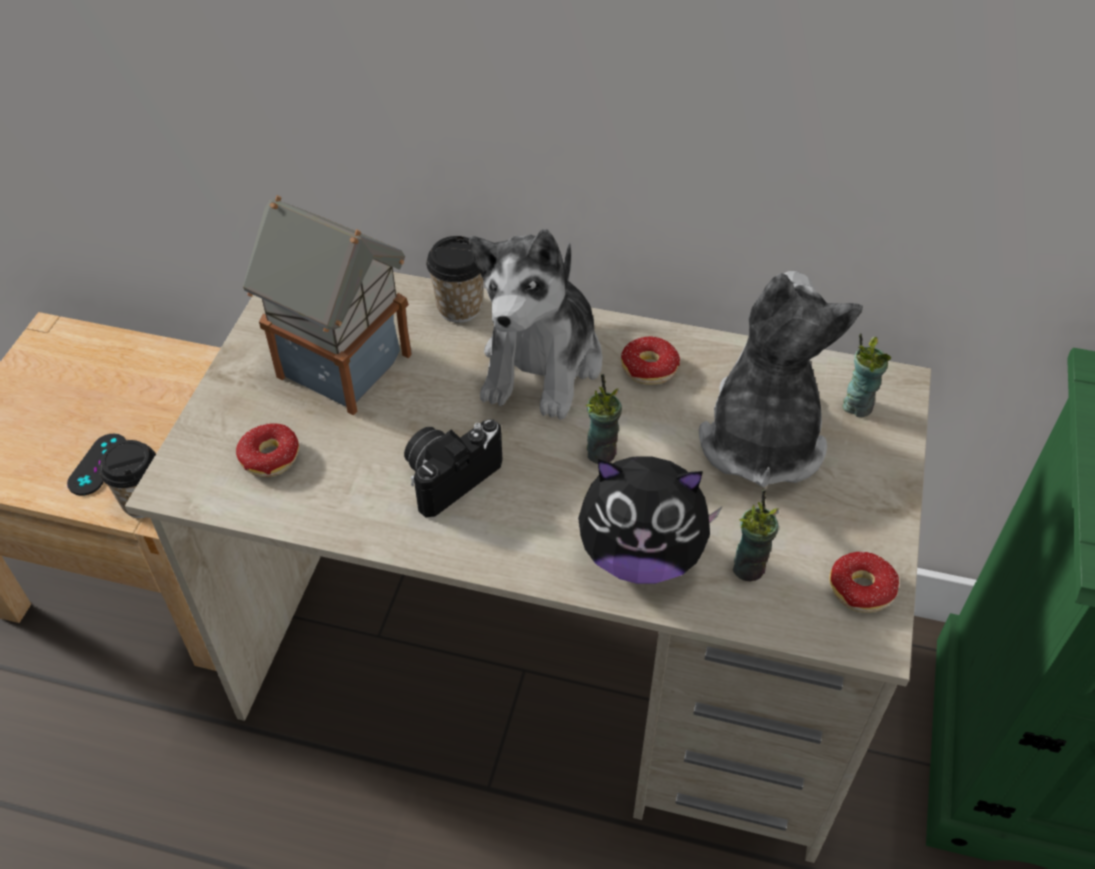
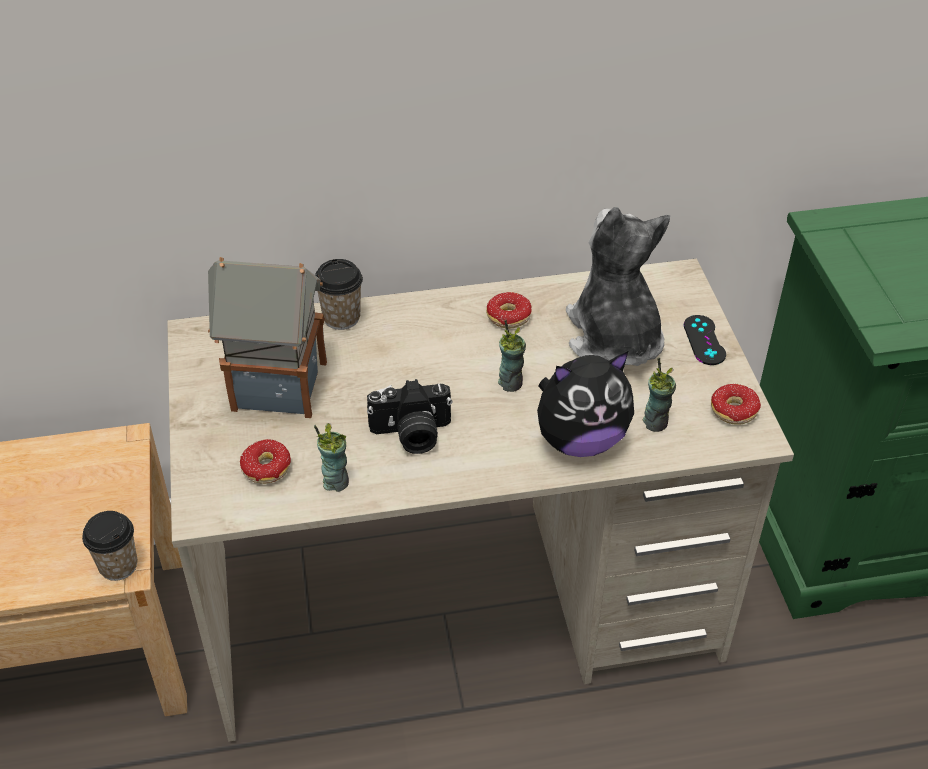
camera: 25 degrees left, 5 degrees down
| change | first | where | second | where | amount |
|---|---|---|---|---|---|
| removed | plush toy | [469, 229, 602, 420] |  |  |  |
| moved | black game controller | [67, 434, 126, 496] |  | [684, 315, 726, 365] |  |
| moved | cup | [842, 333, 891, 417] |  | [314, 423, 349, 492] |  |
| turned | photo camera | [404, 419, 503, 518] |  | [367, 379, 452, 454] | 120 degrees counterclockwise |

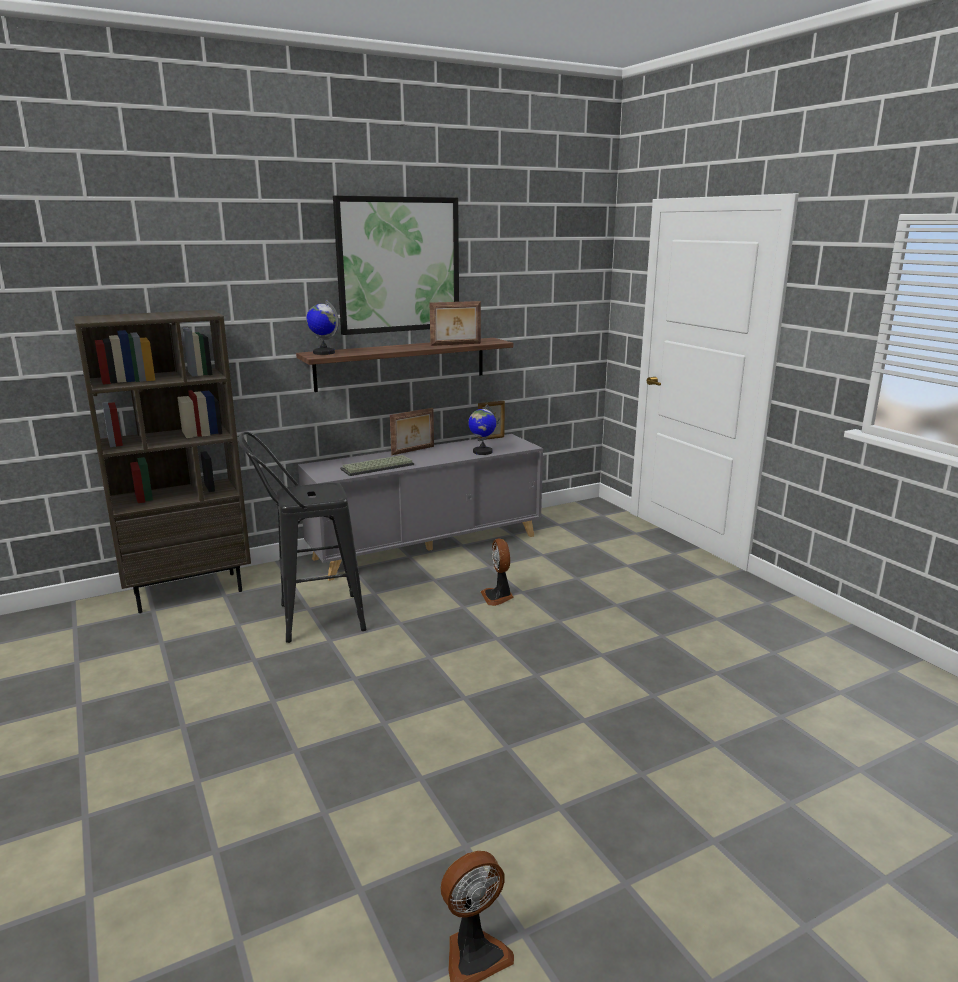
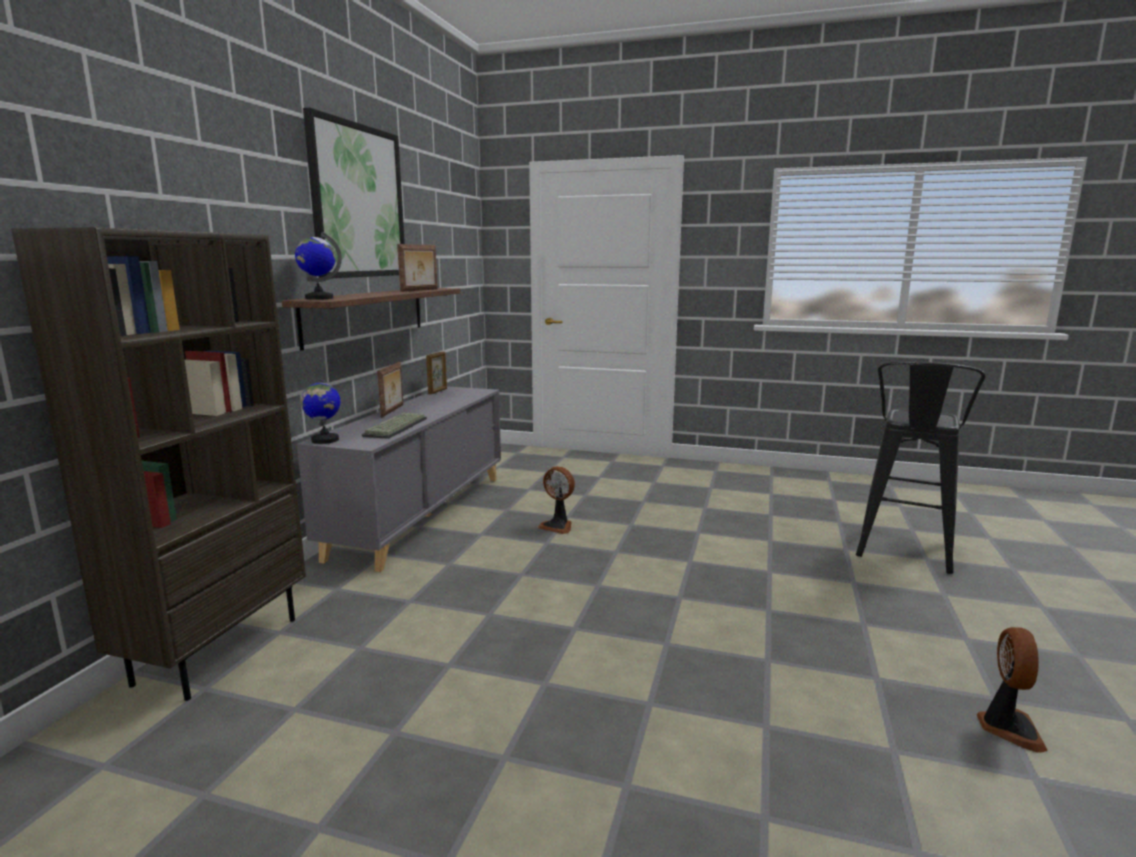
camera: 45 degrees left, 5 degrees down
| change | first | where | second | where | amount |
|---|---|---|---|---|---|
| moved | black stool | [239, 432, 367, 643] |  | [856, 361, 985, 574] |  |
| moved | globe | [468, 405, 496, 455] |  | [301, 377, 340, 444] |  |

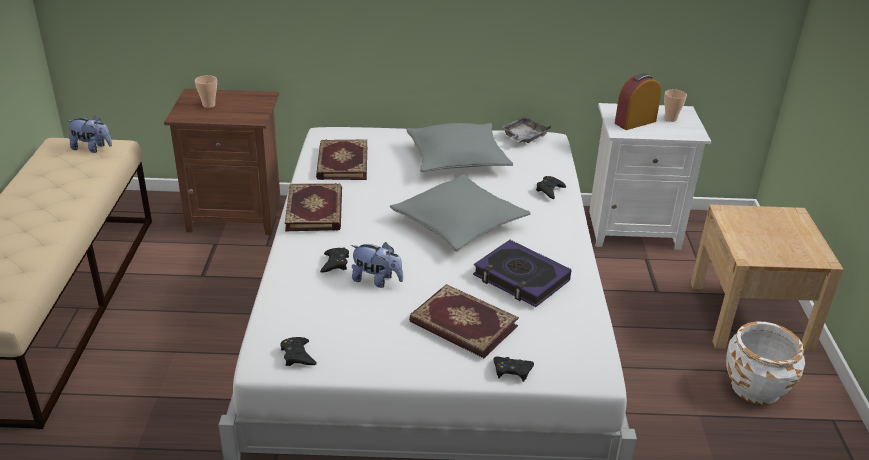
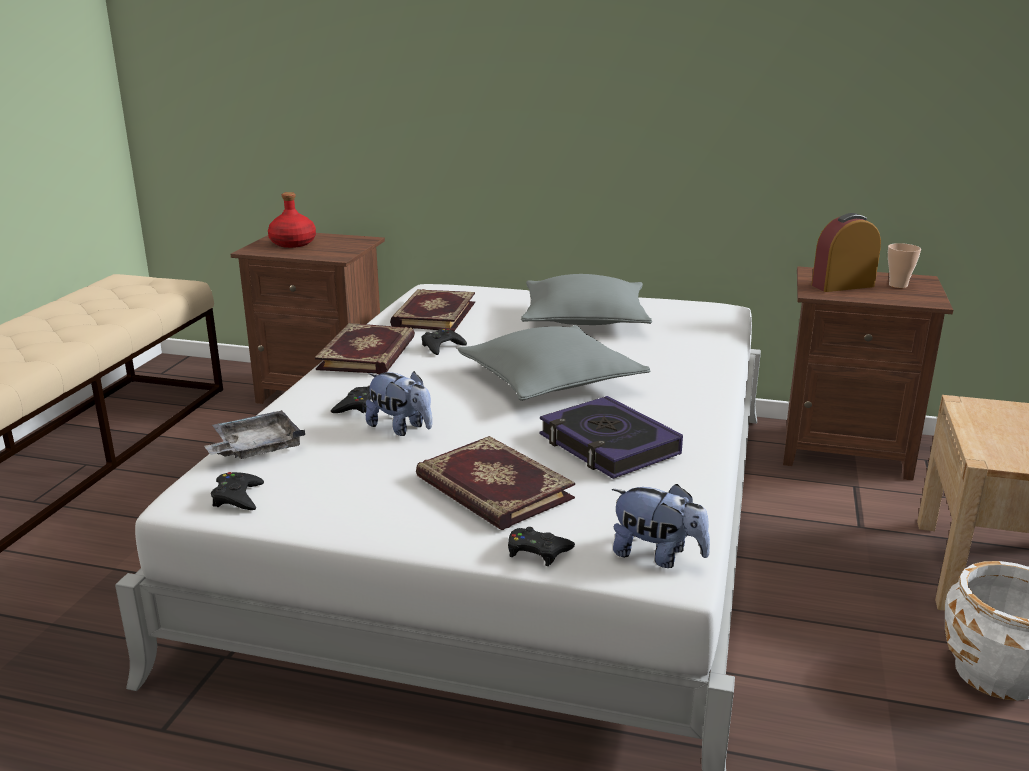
camera: 15 degrees right, 10 degrees down
| change | first | where | second | where | amount |
|---|---|---|---|---|---|
| moved | plush toy | [66, 115, 112, 153] |  | [612, 484, 710, 568] |  |
| moved | grey tray | [500, 117, 551, 143] |  | [204, 410, 305, 459] |  |
| moved | black game controller | [536, 176, 566, 199] |  | [421, 329, 467, 355] |  |
| replaced | cup | [195, 75, 217, 108] | red bottle | [268, 192, 316, 248] |  |
| recoloured | white nightstand | [589, 103, 711, 250] | brown nightstand | [783, 266, 953, 480] |  |

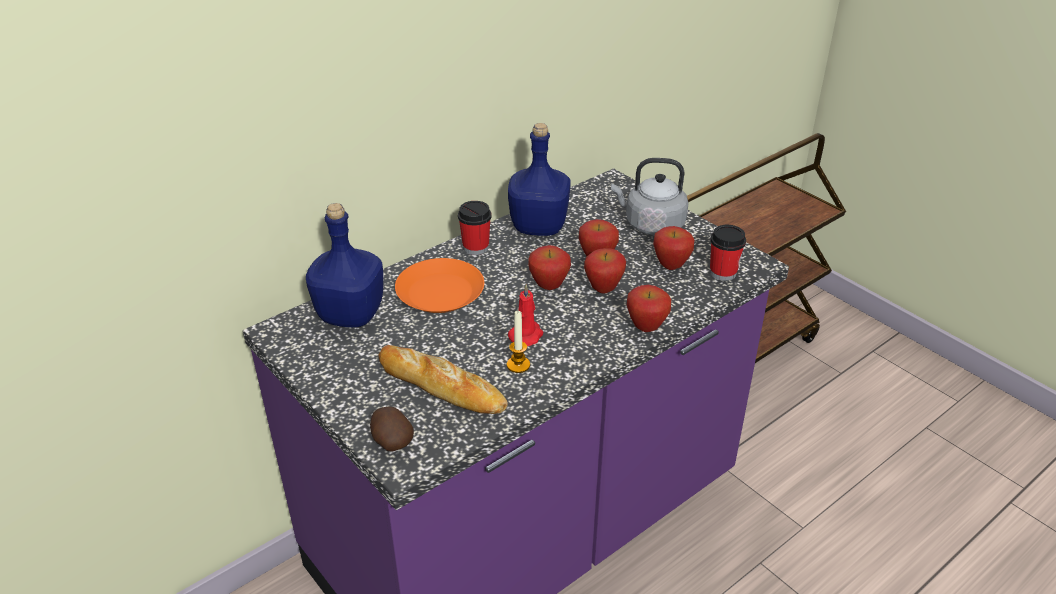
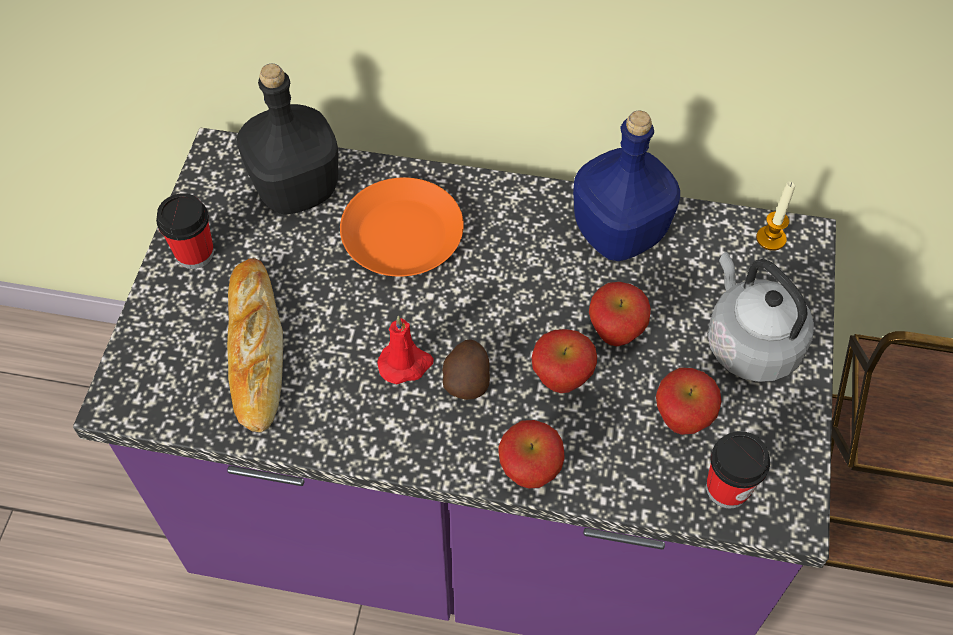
camera: 50 degrees right, 20 degrees up
| change | first | where | second | where | amount |
|---|---|---|---|---|---|
| removed | apple | [528, 245, 571, 290] |  |  |  |
| moved | potato | [370, 406, 414, 452] |  | [442, 339, 490, 400] |  |
| moved | cup | [458, 201, 491, 255] |  | [156, 193, 214, 269] |  |
| moved | candle | [507, 311, 530, 373] |  | [756, 182, 795, 251] |  |
| recoloured | blue bottle | [306, 203, 383, 327] | black bottle | [237, 64, 338, 215] |  |

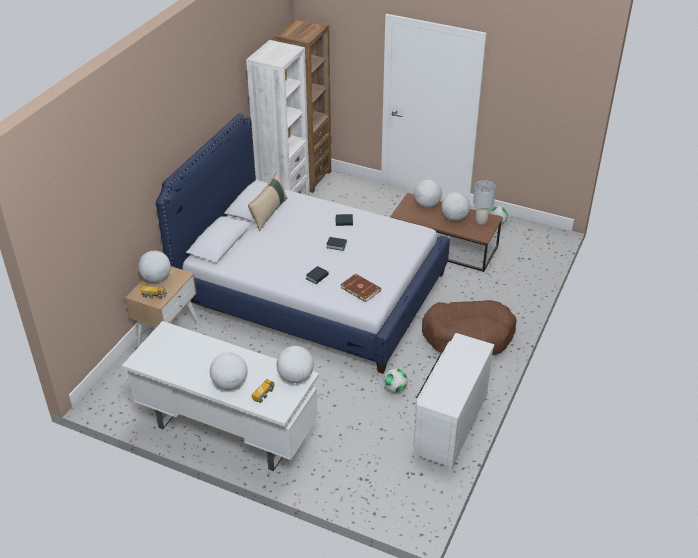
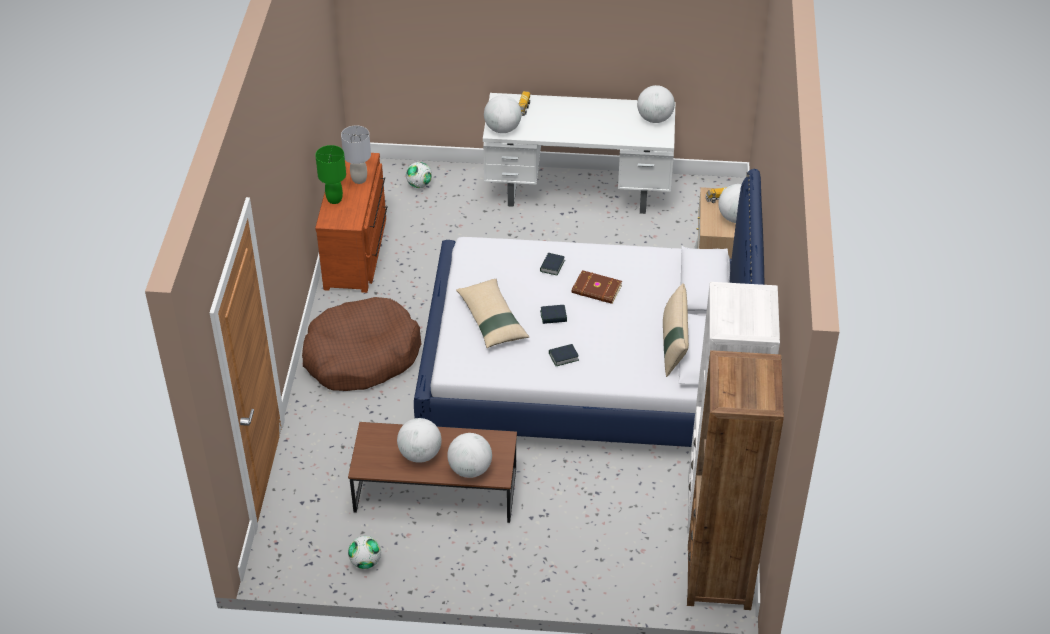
camera: 160 degrees right, 5 degrees up
| change | first | where | second | where | amount |
|---|---|---|---|---|---|
| added |  |  | green table lamp | [315, 145, 346, 204] |  |
| added |  |  | beige pillow | [456, 279, 530, 348] |  |
| moved | globe | [210, 352, 248, 390] |  | [637, 85, 675, 123] |  |
| moved | brown book | [340, 273, 381, 302] |  | [572, 270, 622, 304] |  |
| moved | football | [383, 368, 408, 393] |  | [406, 162, 432, 188] |  |
| moved | grey table lamp | [473, 180, 496, 225] |  | [341, 125, 371, 184] |  |
| recoloured | white dresser | [414, 333, 494, 470] | brown dresser | [315, 153, 388, 293] |  |

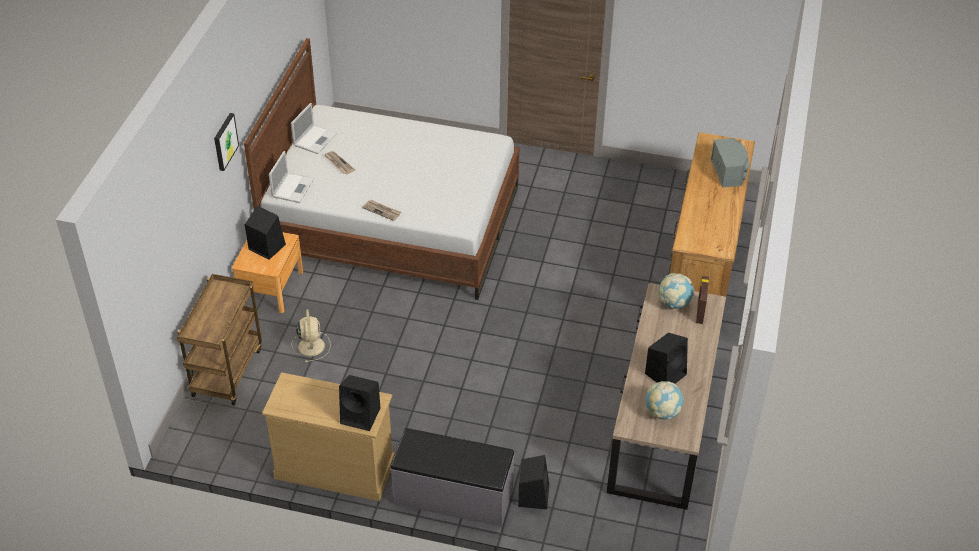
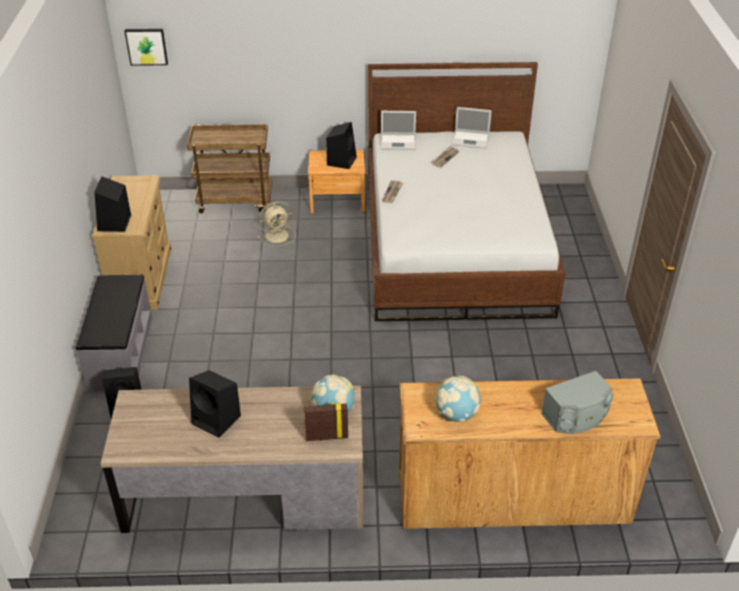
camera: 75 degrees right, 5 degrees down
| change | first | where | second | where | amount |
|---|---|---|---|---|---|
| moved | picture | [214, 113, 239, 171] |  | [125, 29, 168, 66] |  |
| moved | globe | [645, 381, 684, 419] |  | [435, 376, 481, 422] |  |

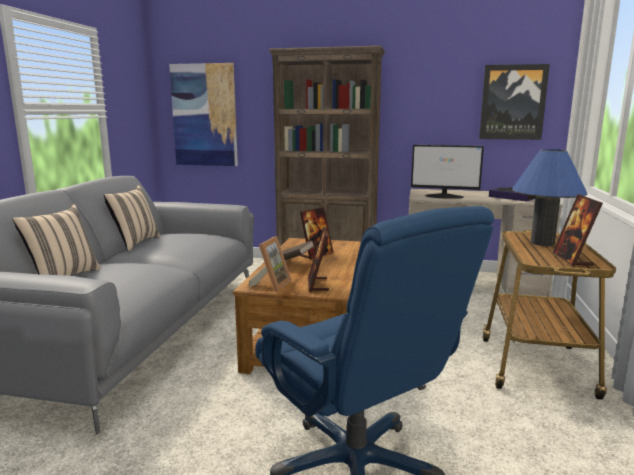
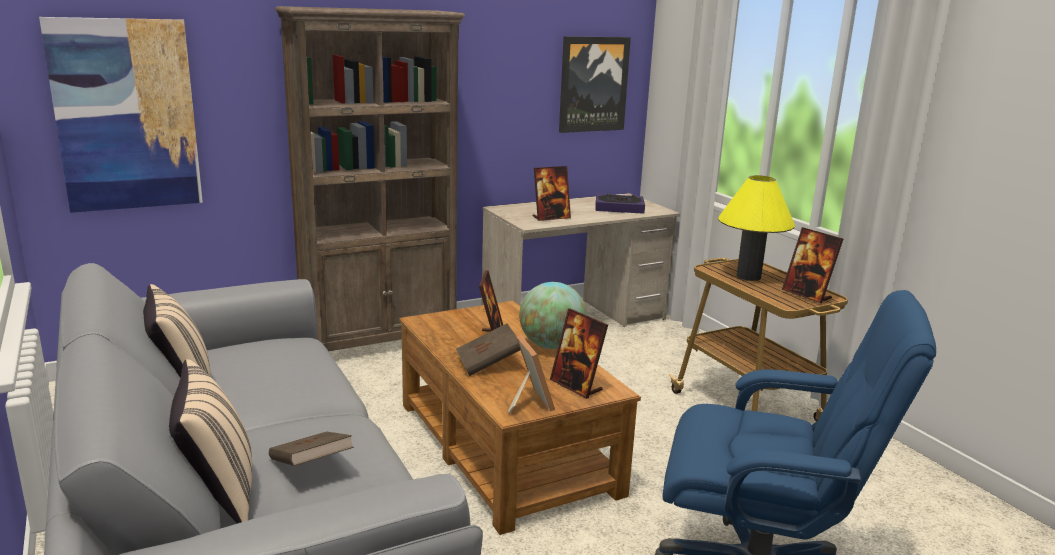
camera: 40 degrees left, 5 degrees up
| change | first | where | second | where | amount |
|---|---|---|---|---|---|
| added |  |  | brown book | [269, 431, 354, 466] |  |
| added |  |  | globe | [519, 282, 586, 349] |  |
| replaced | monitor | [411, 145, 484, 199] | picture frame | [533, 166, 571, 221] |  |
| recoloured | blue table lamp | [512, 149, 587, 246] | yellow table lamp | [718, 175, 795, 281] |  |

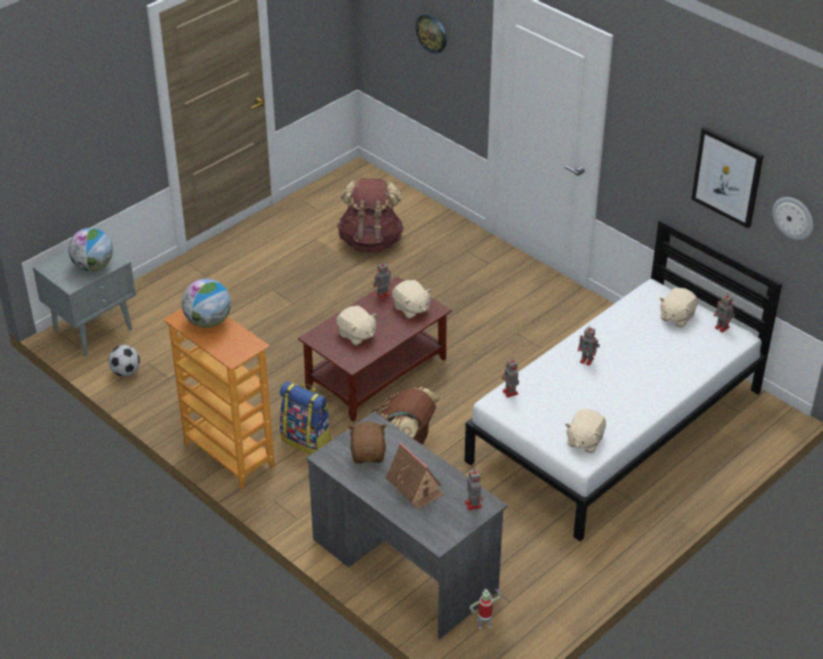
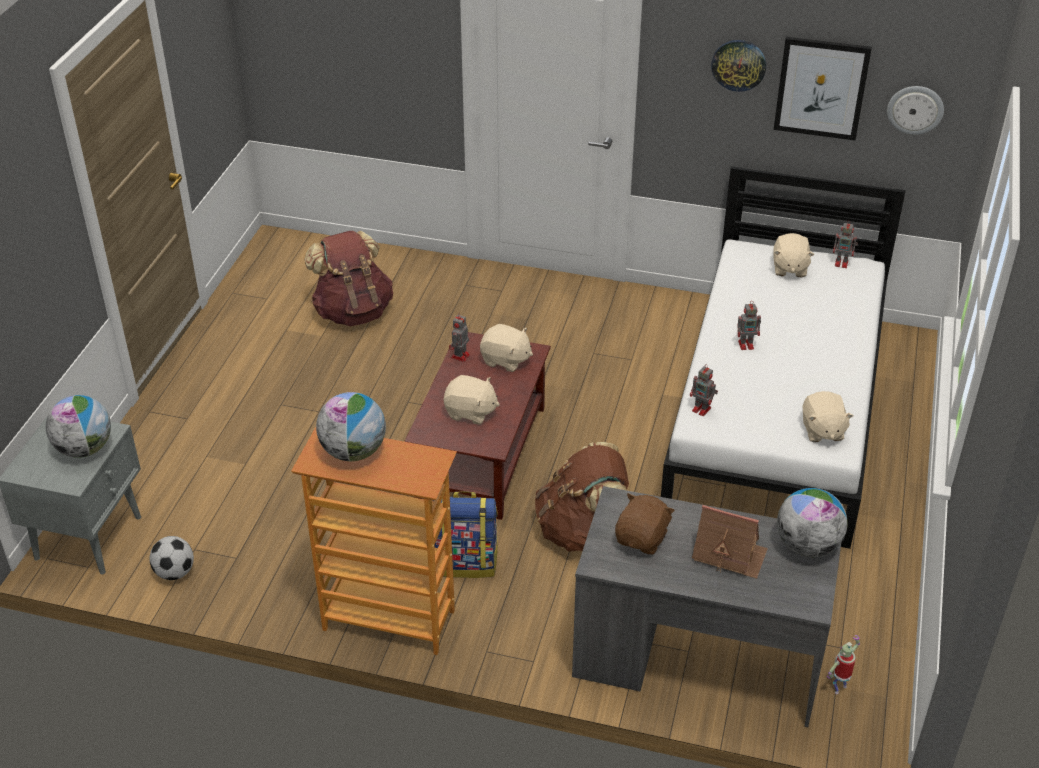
camera: 30 degrees left, 0 degrees up
| change | first | where | second | where | amount |
|---|---|---|---|---|---|
| moved | wall clock | [415, 14, 447, 54] |  | [711, 40, 766, 92] |  |
| replaced | toy robot | [465, 468, 483, 510] | globe | [777, 488, 847, 557] |  |
| turned | brown plush toy | [348, 421, 387, 463] |  | [615, 493, 675, 554] | 60 degrees clockwise |

